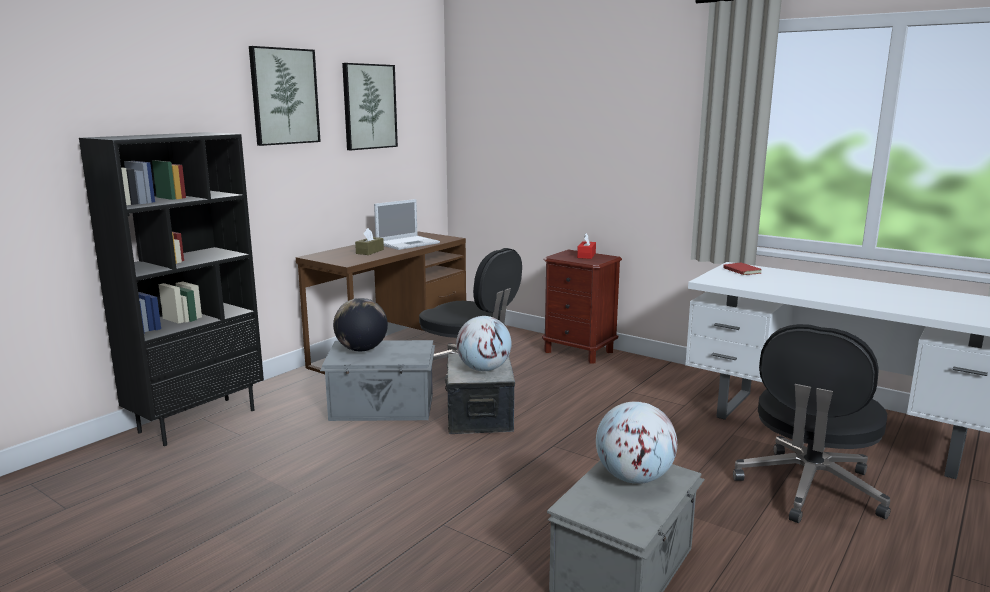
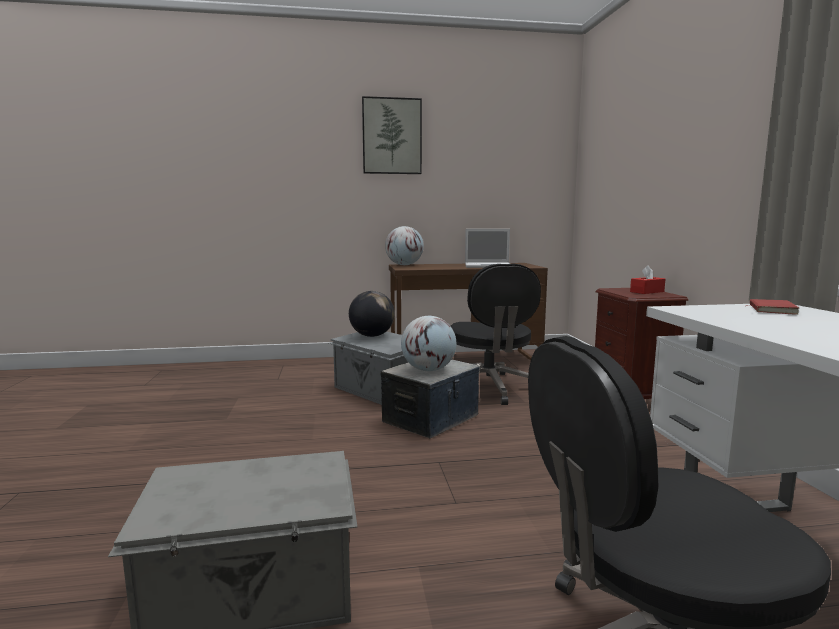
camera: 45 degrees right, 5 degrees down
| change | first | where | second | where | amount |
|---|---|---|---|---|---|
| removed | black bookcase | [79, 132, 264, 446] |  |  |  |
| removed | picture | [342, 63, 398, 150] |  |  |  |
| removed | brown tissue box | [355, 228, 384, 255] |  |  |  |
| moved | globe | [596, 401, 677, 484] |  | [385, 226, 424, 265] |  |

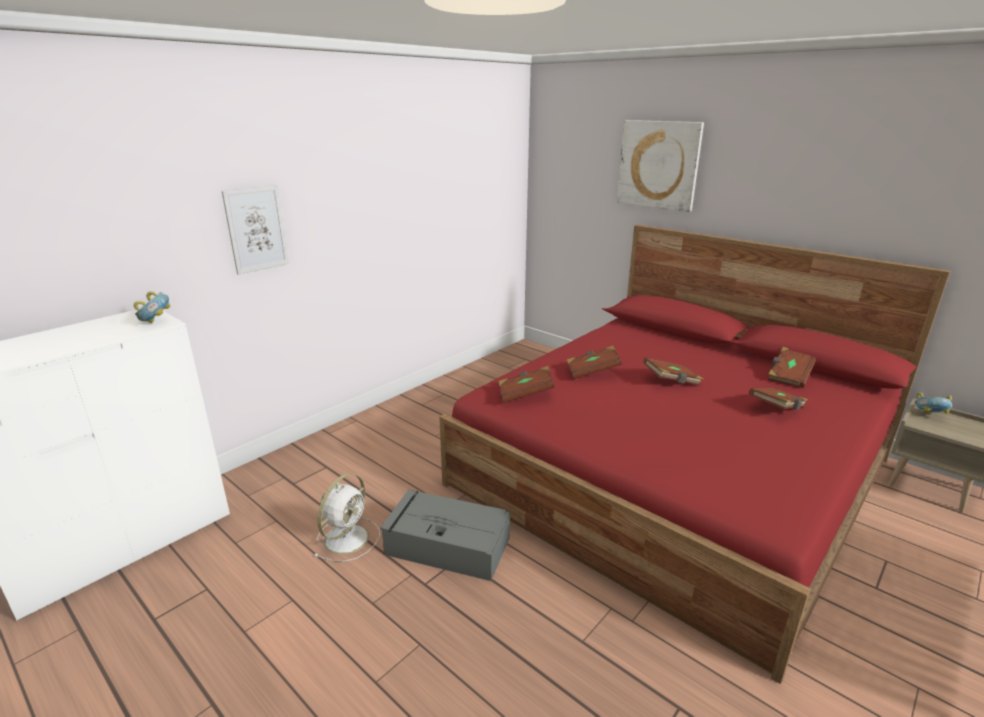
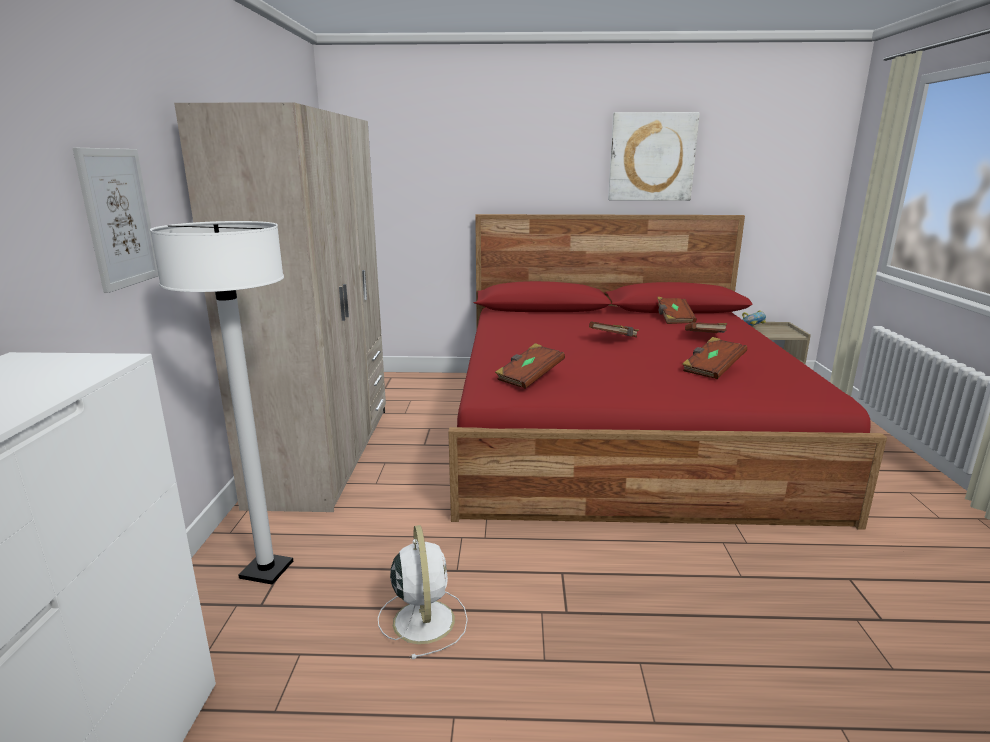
camera: 40 degrees left, 5 degrees down
| change | first | where | second | where | amount |
|---|---|---|---|---|---|
| removed | bowl | [134, 291, 171, 323] |  |  |  |
| removed | grey storage box | [380, 490, 510, 581] |  |  |  |
| added |  |  | white floor lamp | [150, 221, 293, 585] |  |
| added |  |  | beige wardrobe | [174, 102, 386, 512] |  |
| moved | brown book | [567, 346, 622, 379] |  | [682, 337, 747, 379] |  |
| moved | picture | [617, 120, 704, 212] |  | [608, 112, 700, 201] |  |

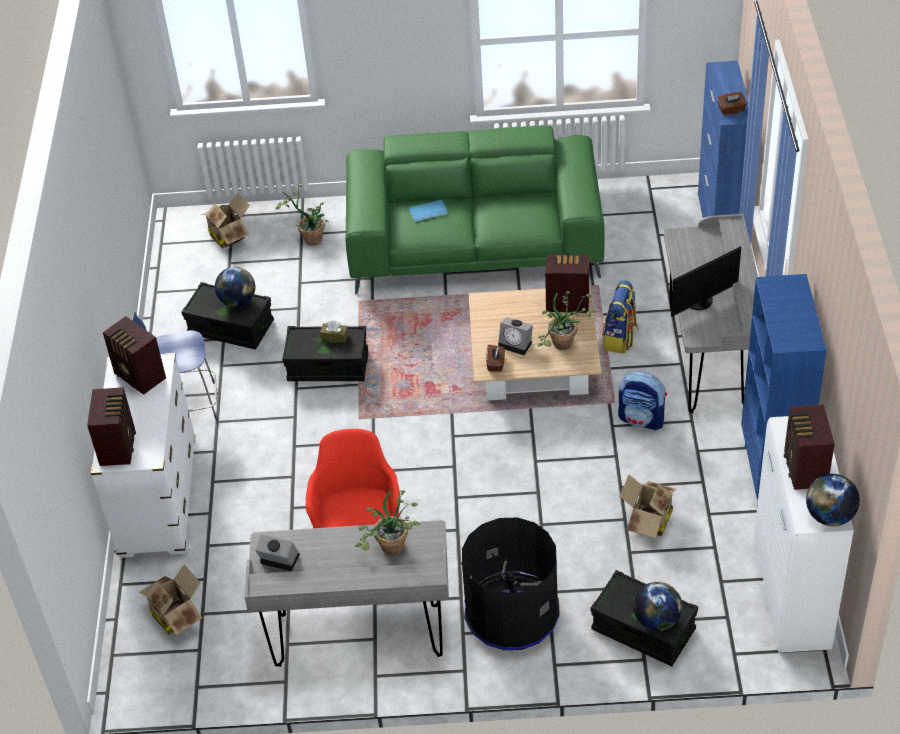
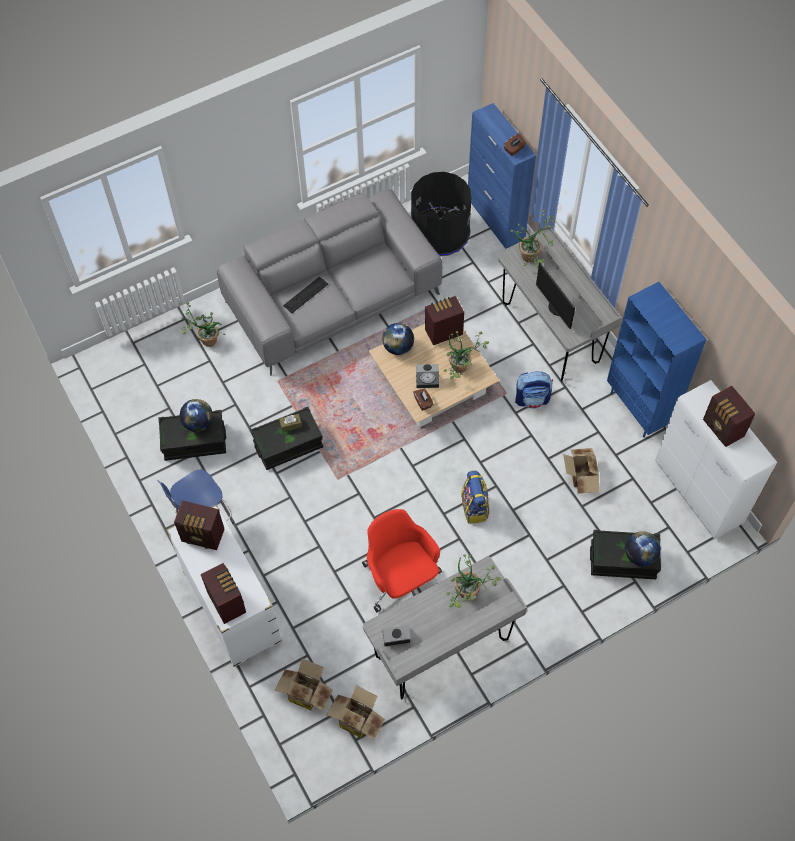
camera: 30 degrees left, 15 degrees up
| change | first | where | second | where | amount |
|---|---|---|---|---|---|
| added |  |  | potted plant | [510, 209, 555, 268] |  |
| moved | cardboard box | [201, 193, 250, 249] |  | [327, 685, 385, 741] |  |
| moved | black trash can | [462, 517, 560, 650] |  | [411, 172, 472, 256] |  |
| moved | backpack | [602, 280, 638, 354] |  | [461, 471, 489, 524] |  |
| moved | globe | [806, 474, 860, 526] |  | [382, 323, 414, 355] |  |
| replaced | blue book | [409, 200, 448, 222] | keyboard | [283, 277, 328, 313] |  |
| recoloured | green sofa | [345, 126, 605, 294] | grey sofa | [217, 189, 442, 376] |  |
| turned | monitor | [671, 246, 741, 316] |  | [536, 263, 575, 329] | 120 degrees clockwise |

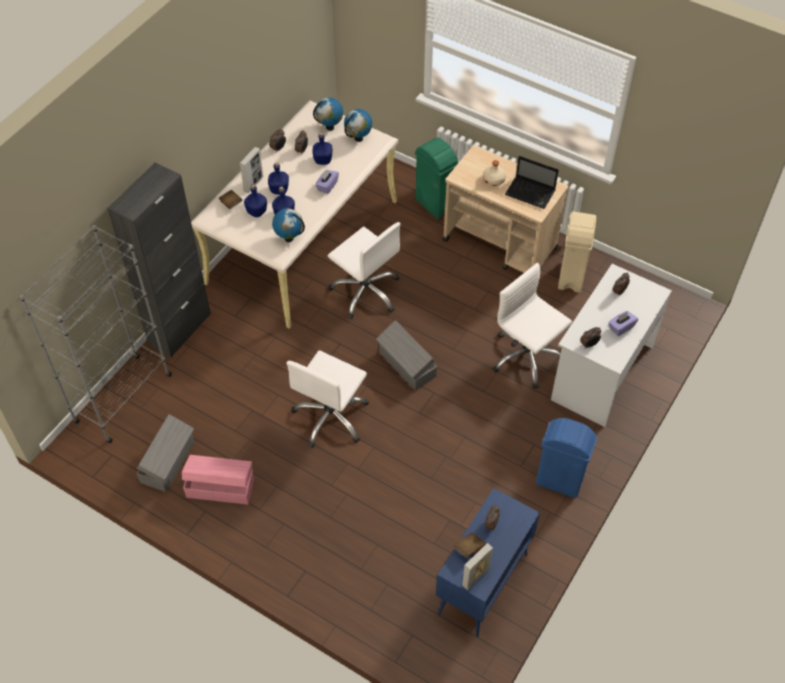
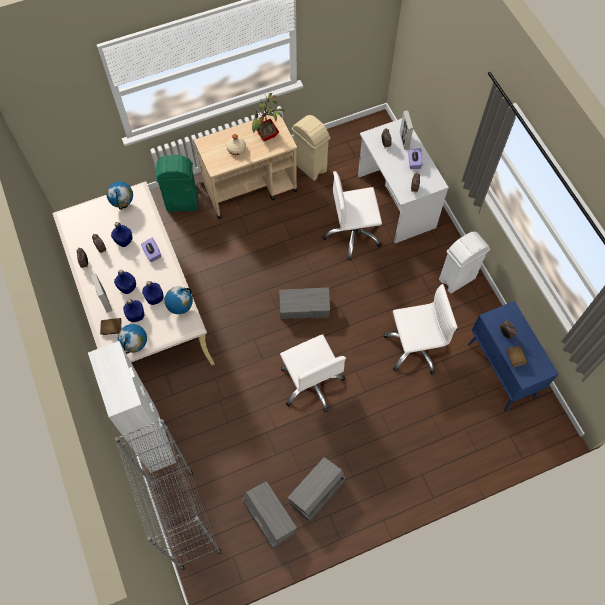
camera: 55 degrees left, 10 degrees up
| change | first | where | second | where | amount |
|---|---|---|---|---|---|
| moved | globe | [313, 98, 343, 131] |  | [118, 324, 147, 354] |  |
| moved | white office chair | [328, 222, 401, 319] |  | [384, 284, 457, 375] |  |
| moved | picture frame | [462, 543, 493, 590] |  | [400, 111, 414, 150] |  |
| replaced | laptop | [505, 156, 559, 209] | potted plant | [252, 93, 284, 141] |  |
| recoloured | black cabinet | [107, 162, 211, 358] | white cabinet | [88, 341, 176, 473] |  |
| recoloured | pink storage box | [182, 455, 254, 505] | grey storage box | [288, 457, 345, 522] |  |
| recoloured | blue trash can | [536, 418, 597, 498] | white trash can | [439, 232, 490, 293] |  |

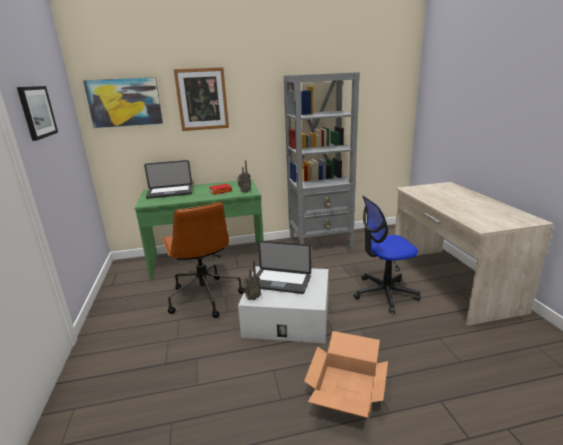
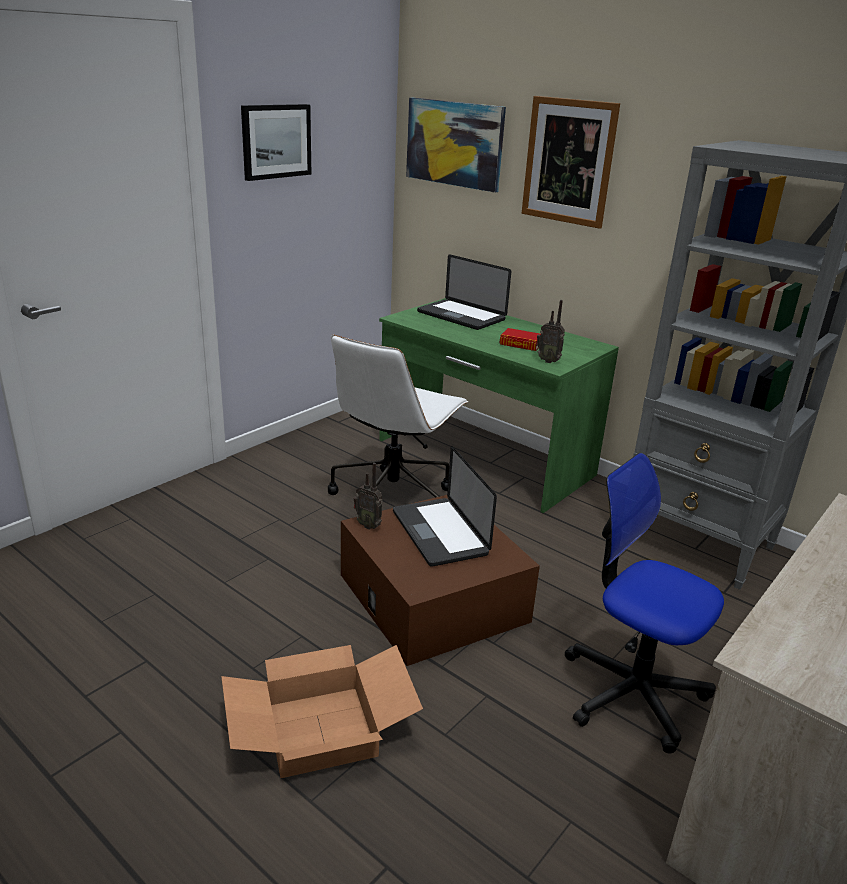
camera: 50 degrees right, 5 degrees up
| change | first | where | second | where | amount |
|---|---|---|---|---|---|
| recoloured | brown office chair | [162, 202, 244, 318] | white office chair | [328, 335, 468, 498] |  |
| recoloured | white storage box | [238, 266, 329, 343] | brown storage box | [341, 495, 540, 666] |  |

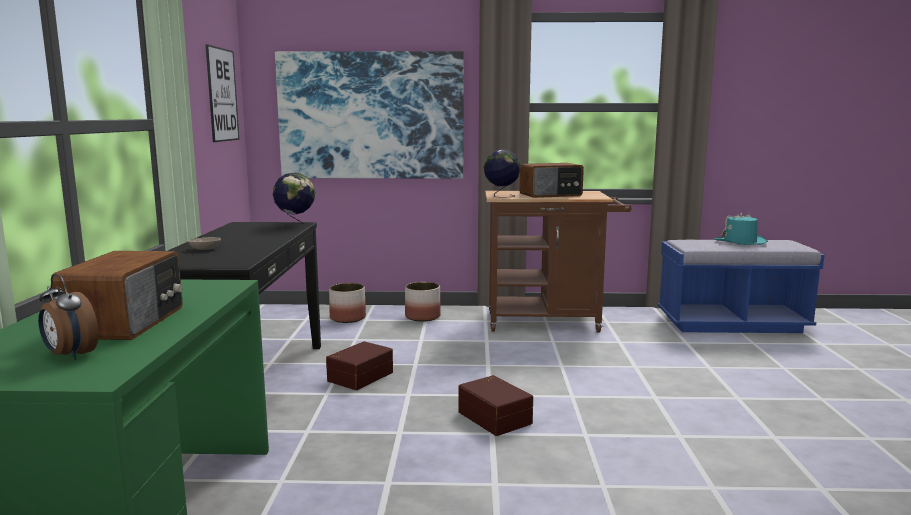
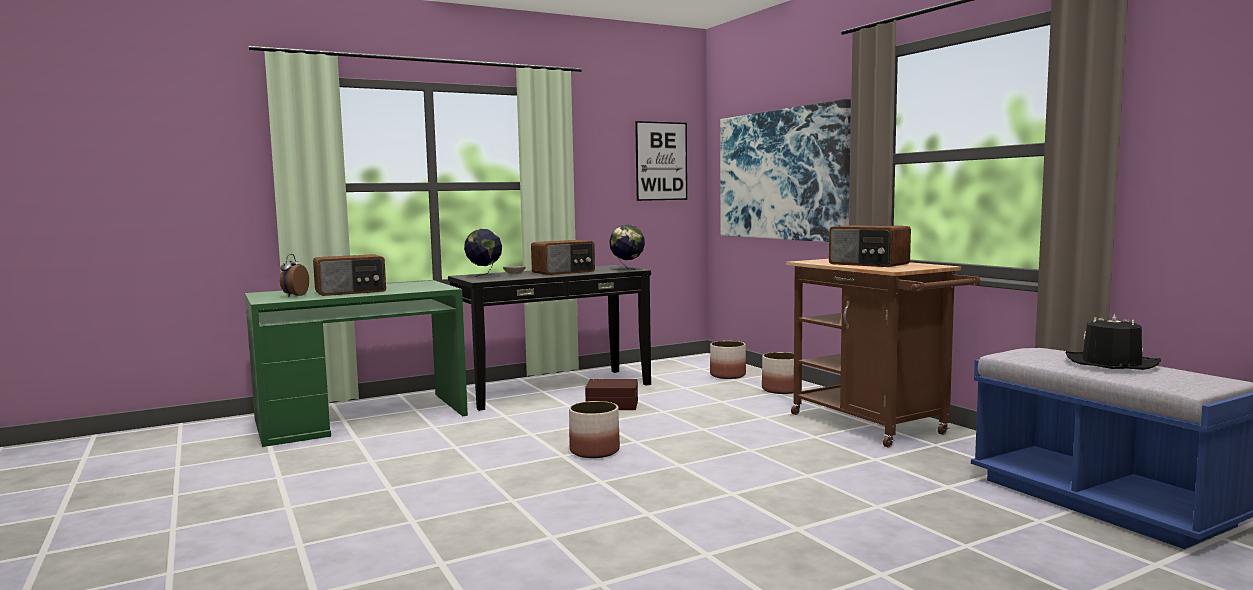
camera: 60 degrees right, 5 degrees down
| change | first | where | second | where | amount |
|---|---|---|---|---|---|
| added |  |  | radio | [531, 240, 595, 275] |  |
| moved | globe | [484, 149, 521, 197] |  | [464, 229, 502, 277] |  |
| replaced | brown storage box | [459, 375, 533, 436] | planter | [569, 401, 620, 458] |  |
| recoloured | turquoise hat | [714, 212, 768, 245] | black hat | [1066, 314, 1161, 370] |  |

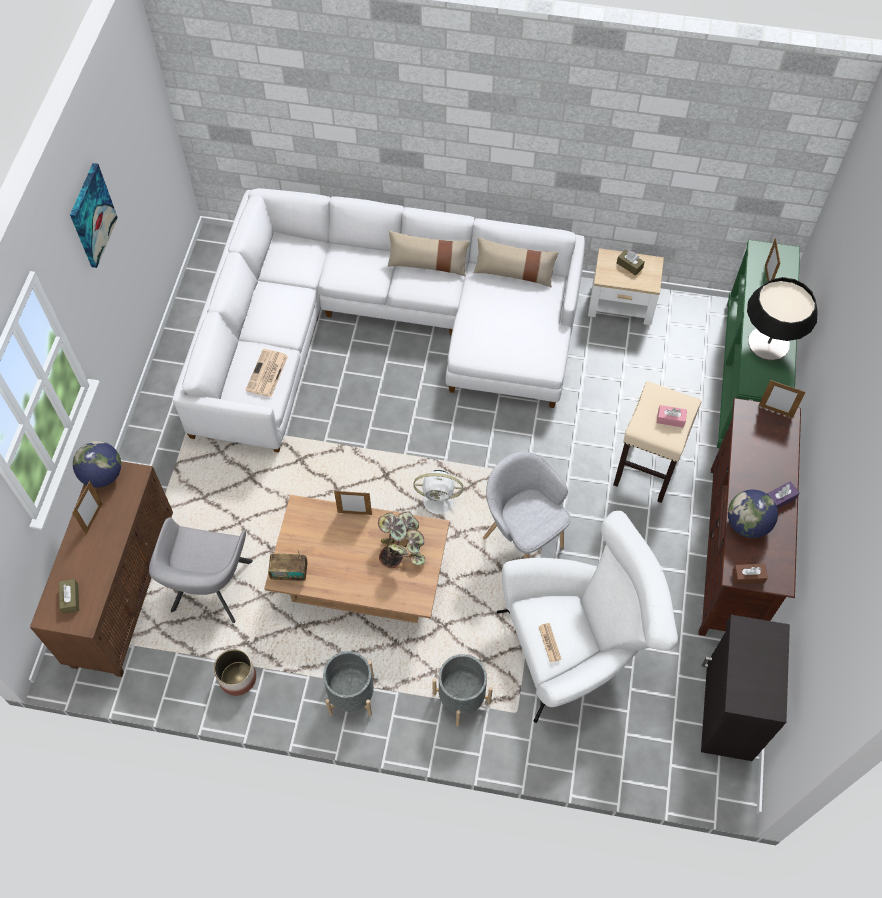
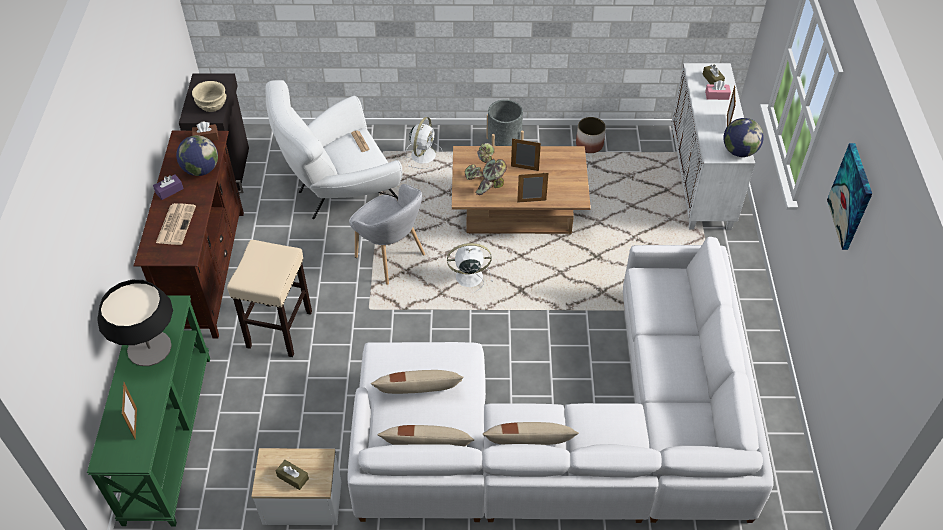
camera: 170 degrees right, 10 degrees down
| change | first | where | second | where | amount |
|---|---|---|---|---|---|
| removed | grey armchair | [149, 518, 253, 623] |  |  |  |
| removed | radio | [268, 549, 308, 581] |  |  |  |
| added |  |  | beige bowl | [192, 81, 226, 112] |  |
| added |  |  | beige pillow | [371, 370, 464, 394] |  |
| moved | newspaper | [246, 349, 288, 397] |  | [156, 203, 196, 245] |  |
| moved | pink tissue box | [657, 405, 687, 428] |  | [705, 80, 731, 100] |  |
| moved | picture frame | [759, 380, 805, 418] |  | [511, 138, 541, 171] |  |
| replaced | grey planter | [432, 654, 493, 727] | white fan | [405, 117, 443, 169] |  |
| recoloured | brown cabinet | [30, 461, 173, 677] | white cabinet | [672, 63, 755, 230] |  |

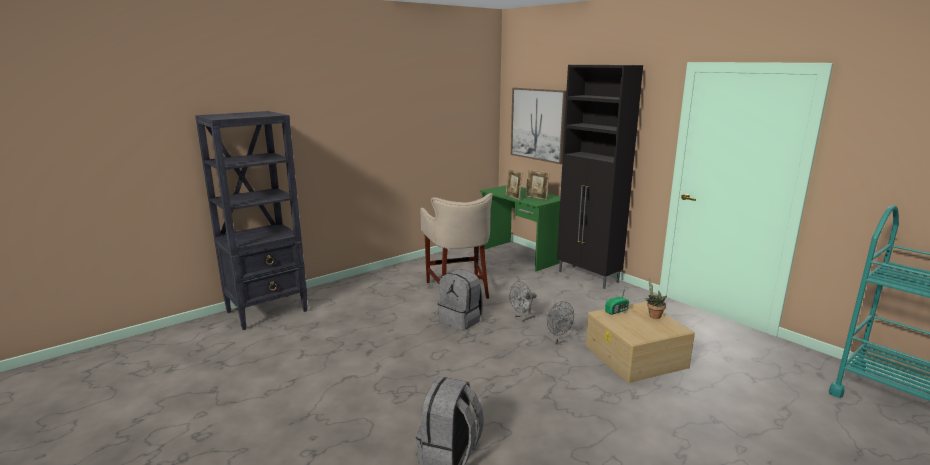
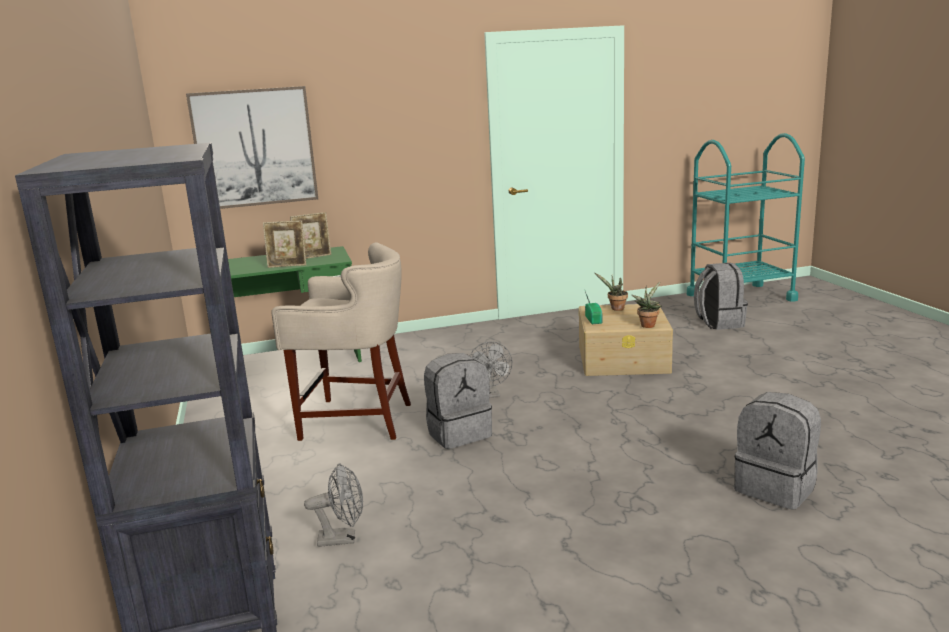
camera: 65 degrees left, 0 degrees up
| change | first | where | second | where | amount |
|---|---|---|---|---|---|
| removed | black cabinet | [557, 65, 643, 289] |  |  |  |
| added |  |  | potted plant | [632, 282, 662, 328] |  |
| added |  |  | grey backpack | [694, 263, 748, 330] |  |
| moved | grey fan | [544, 301, 574, 344] |  | [304, 464, 363, 547] |  |

